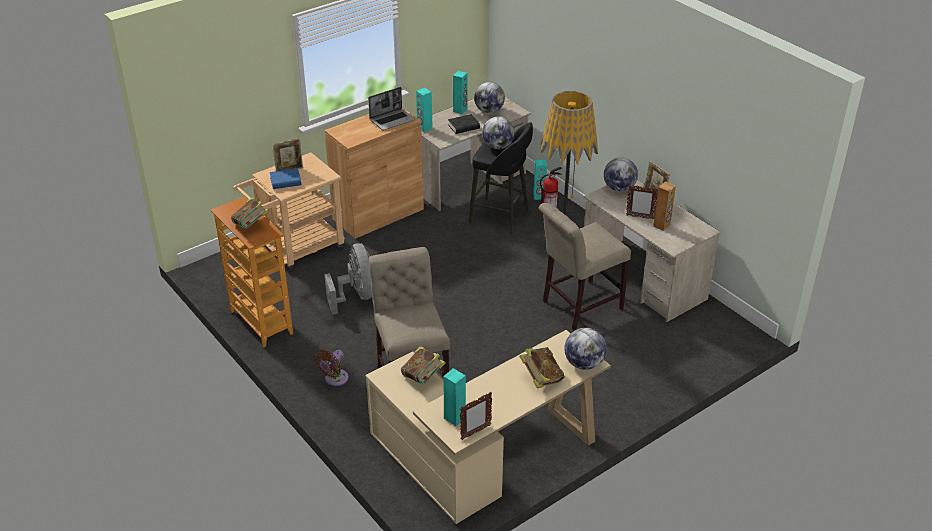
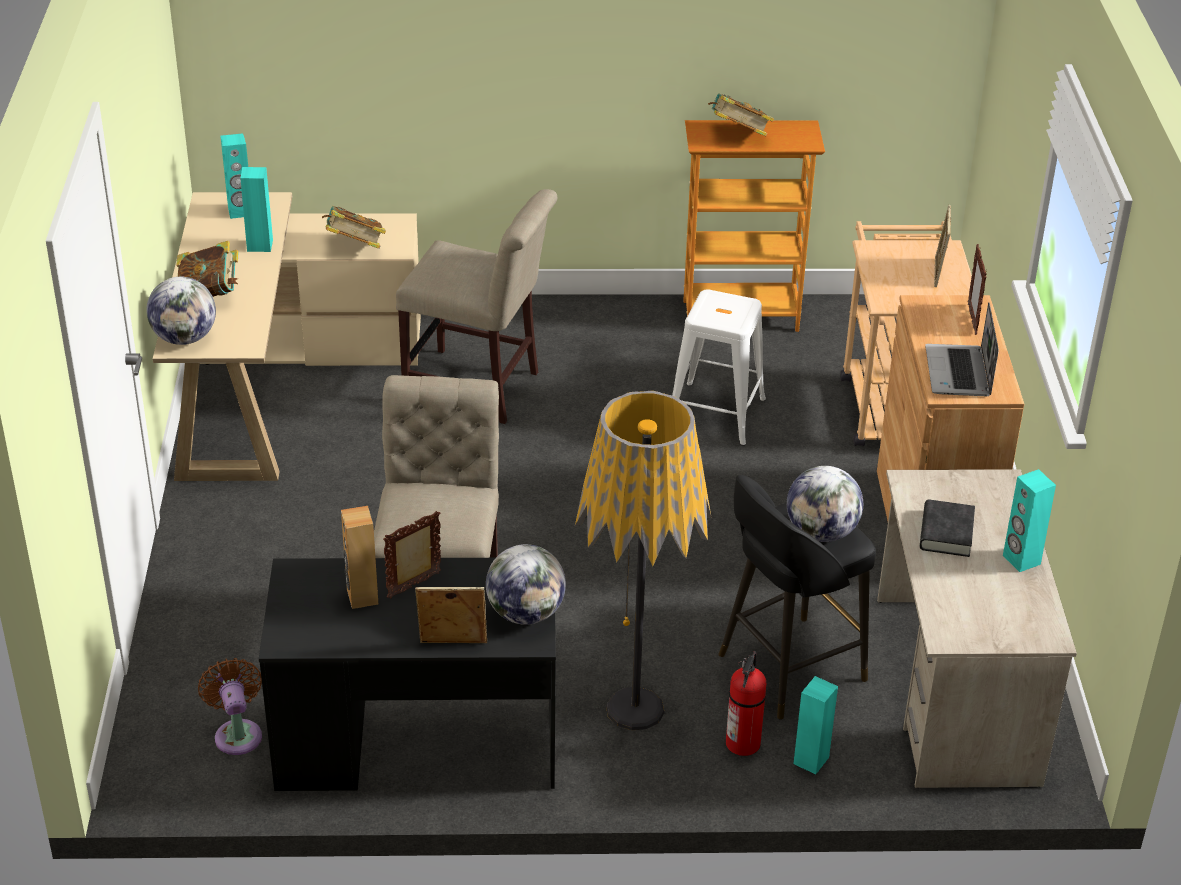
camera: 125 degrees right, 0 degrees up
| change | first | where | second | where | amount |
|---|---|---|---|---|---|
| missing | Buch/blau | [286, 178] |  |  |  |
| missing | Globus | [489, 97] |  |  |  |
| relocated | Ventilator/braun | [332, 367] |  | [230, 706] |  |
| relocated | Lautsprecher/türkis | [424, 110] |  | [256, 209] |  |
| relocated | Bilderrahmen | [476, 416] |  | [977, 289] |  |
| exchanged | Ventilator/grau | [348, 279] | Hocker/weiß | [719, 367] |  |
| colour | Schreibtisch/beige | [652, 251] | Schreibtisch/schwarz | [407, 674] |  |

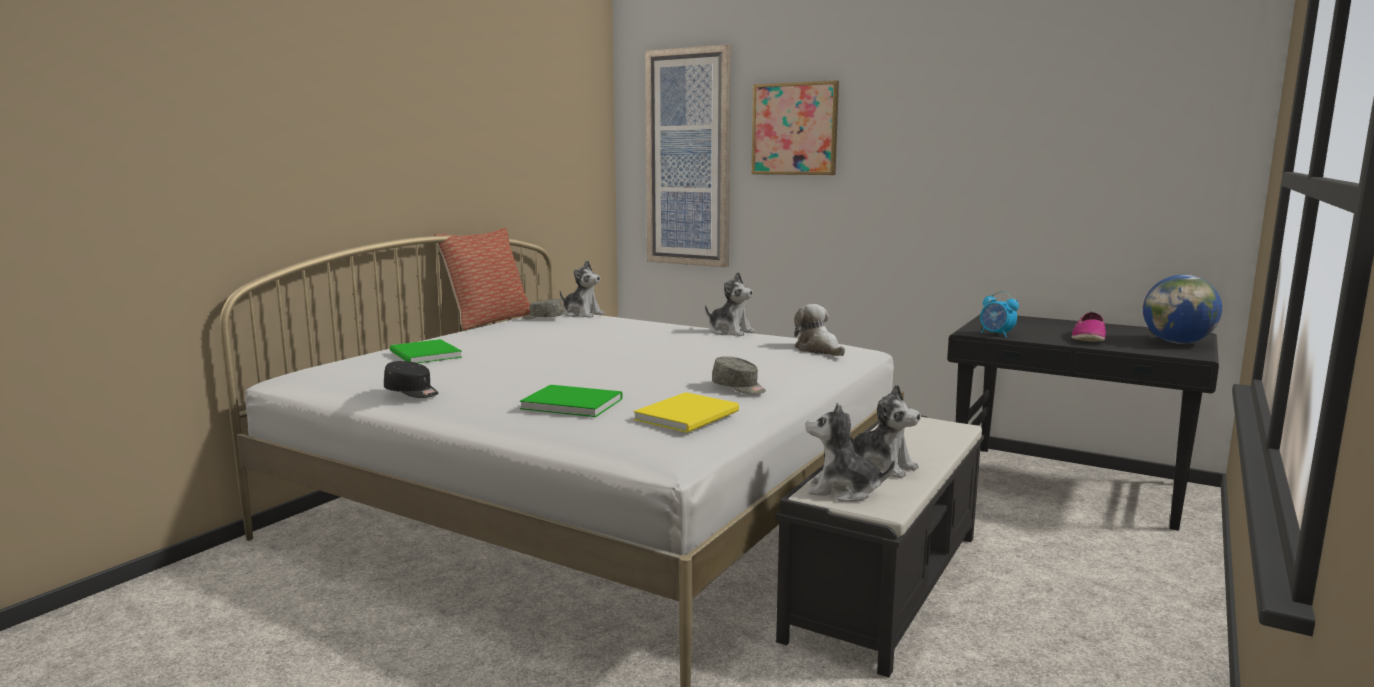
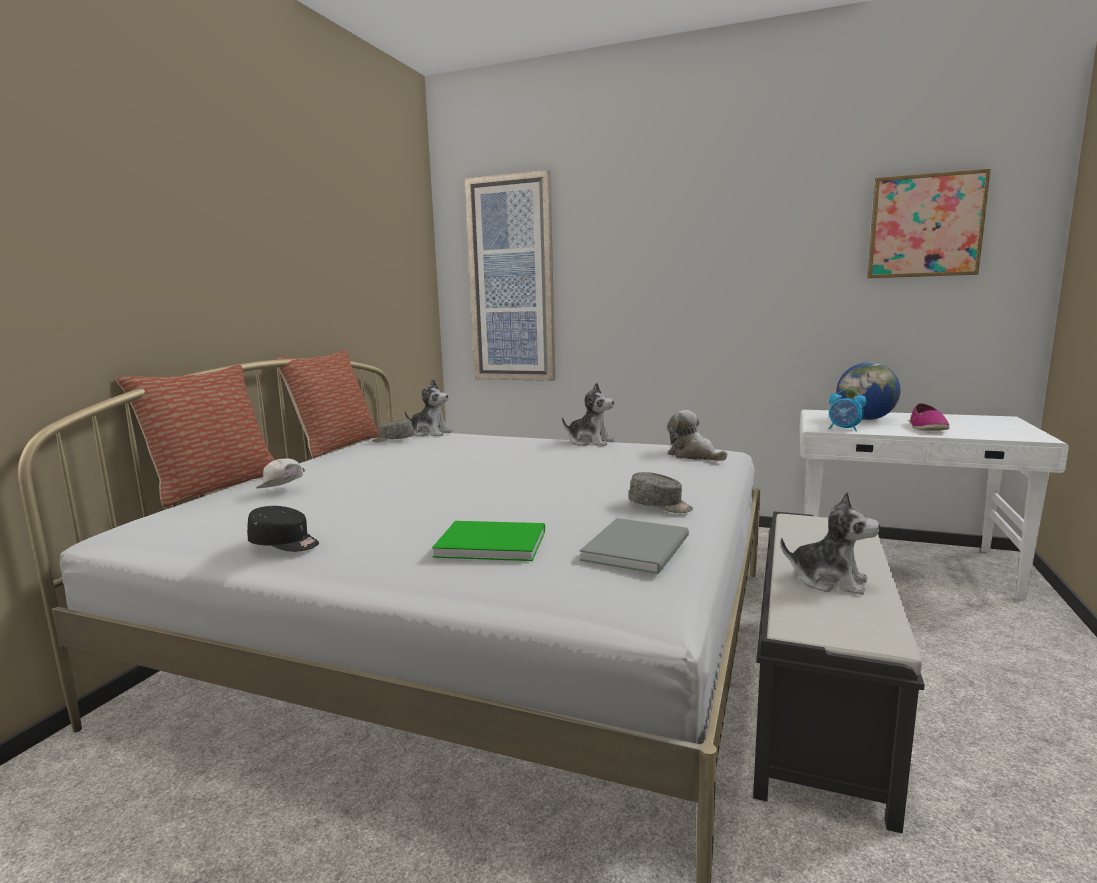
camera: 10 degrees left, 0 degrees up
| change | first | where | second | where | amount |
|---|---|---|---|---|---|
| missing | Plüschtier | [850, 452] |  |  |  |
| appeared |  |  | Kissen | [195, 436] |  |
| relocated | Bild | [795, 127] |  | [929, 223] |  |
| relocated | Globus | [1182, 309] |  | [868, 391] |  |
| exchanged | Buch/grün | [426, 351] | Kappe/weiß | [280, 473] |  |
| colour | Buch/gelb | [686, 412] | Buch/grau | [634, 546] |  |
| colour | Schreibtisch/schwarz | [1083, 423] | Schreibtisch/weiß | [934, 505] |  |

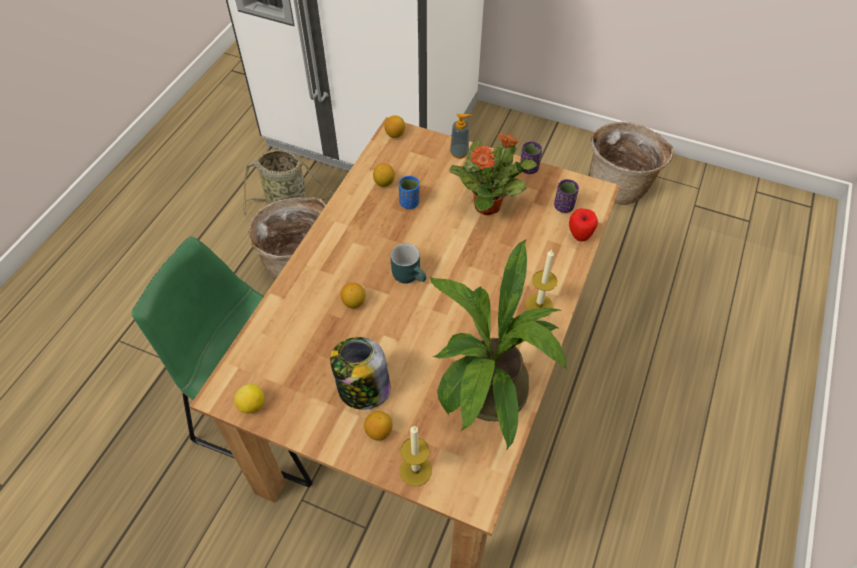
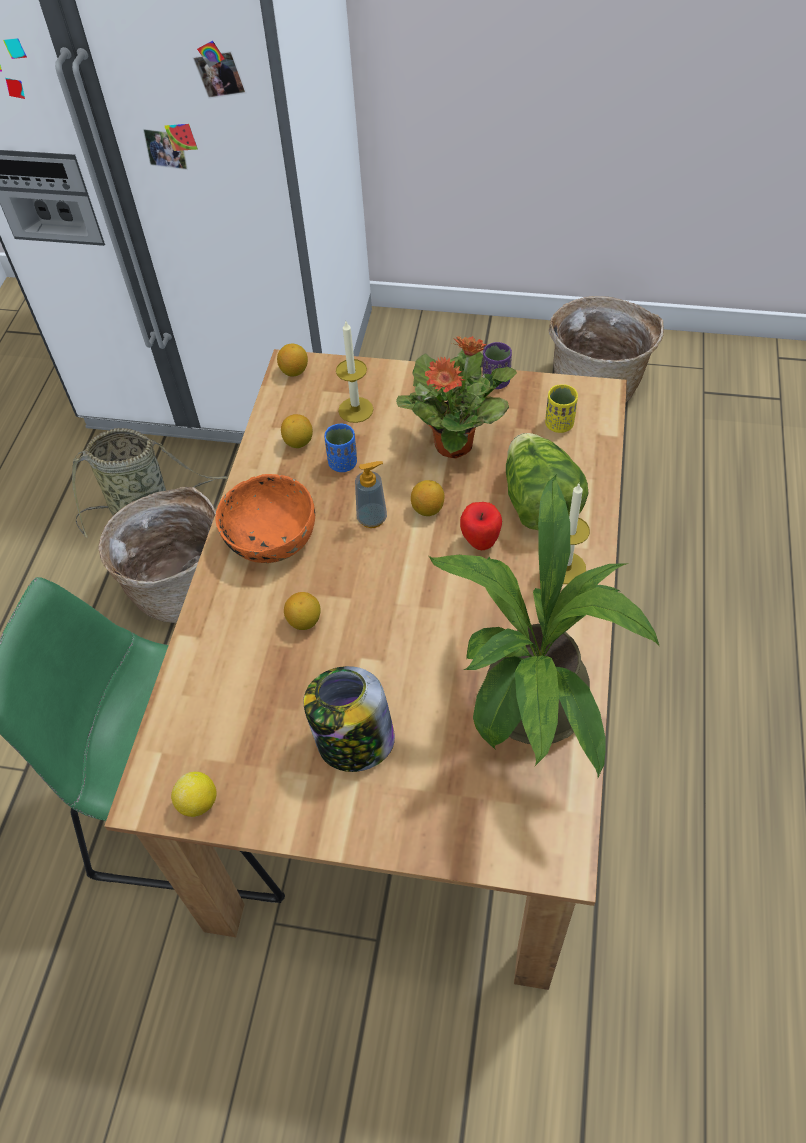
camera: 10 degrees left, 0 degrees up
| change | first | where | second | where | amount |
|---|---|---|---|---|---|
| missing | Henkelbecher/türkis | [408, 263] |  |  |  |
| appeared |  |  | Schüssel/orange | [265, 518] |  |
| appeared |  |  | Salatkopf | [547, 481] |  |
| relocated | Zitrone | [378, 425] |  | [428, 498] |  |
| relocated | Kerze | [416, 456] |  | [354, 372] |  |
| relocated | Seifenspender | [461, 136] |  | [371, 494] |  |
| relocated | Apfel | [583, 224] |  | [481, 526] |  |
| colour | Tasse/lila | [566, 196] | Tasse/gelb | [561, 409] |  |

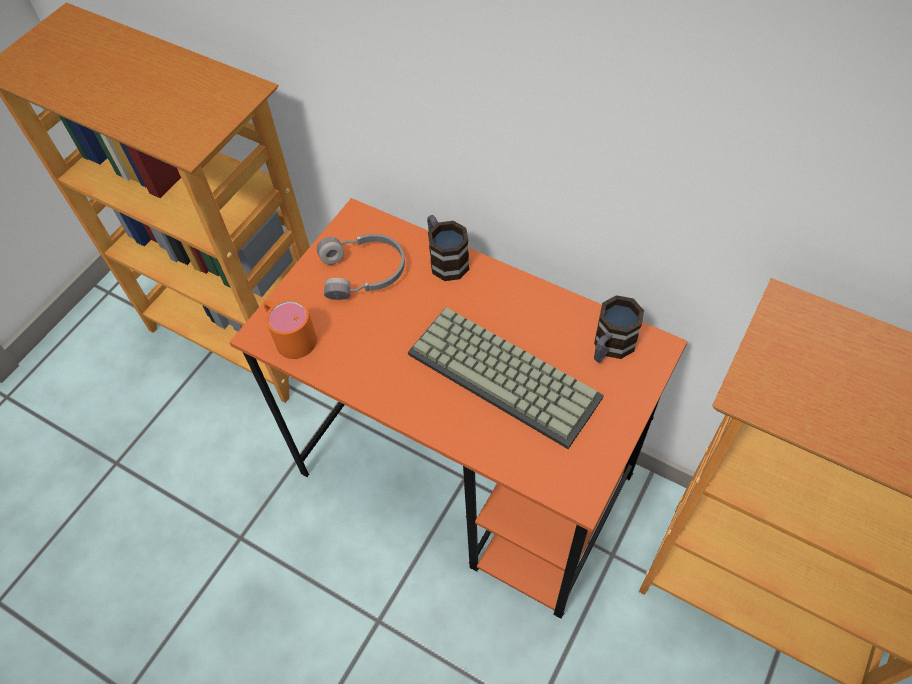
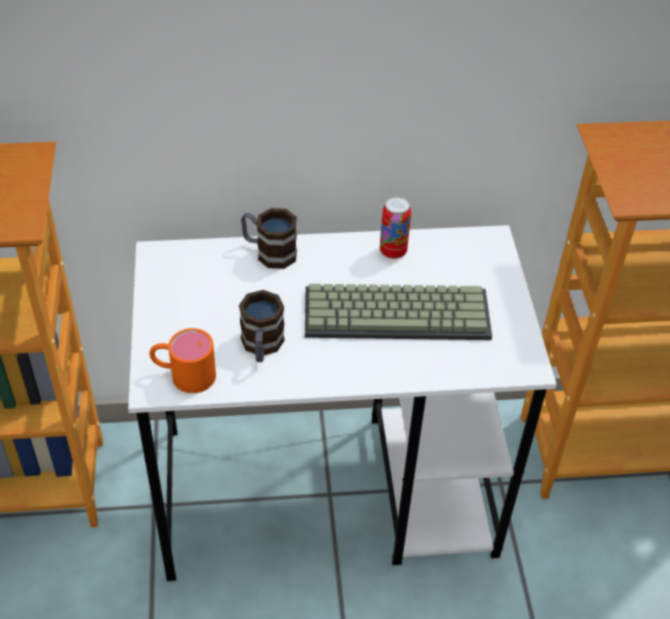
camera: 40 degrees left, 10 degrees down
| change | first | where | second | where | amount |
|---|---|---|---|---|---|
| missing | Kopfhörer/grau | [361, 267] |  |  |  |
| appeared |  |  | Dose | [395, 227] |  |
| relocated | Henkelbecher | [619, 329] |  | [262, 326] |  |
| colour | Schreibtisch/orange | [458, 408] | Schreibtisch/weiß | [342, 403] |  |

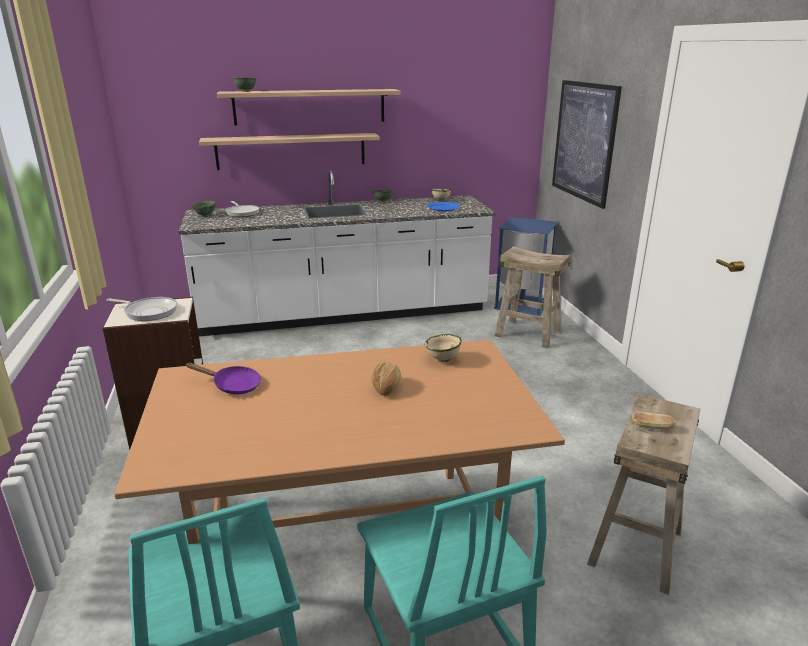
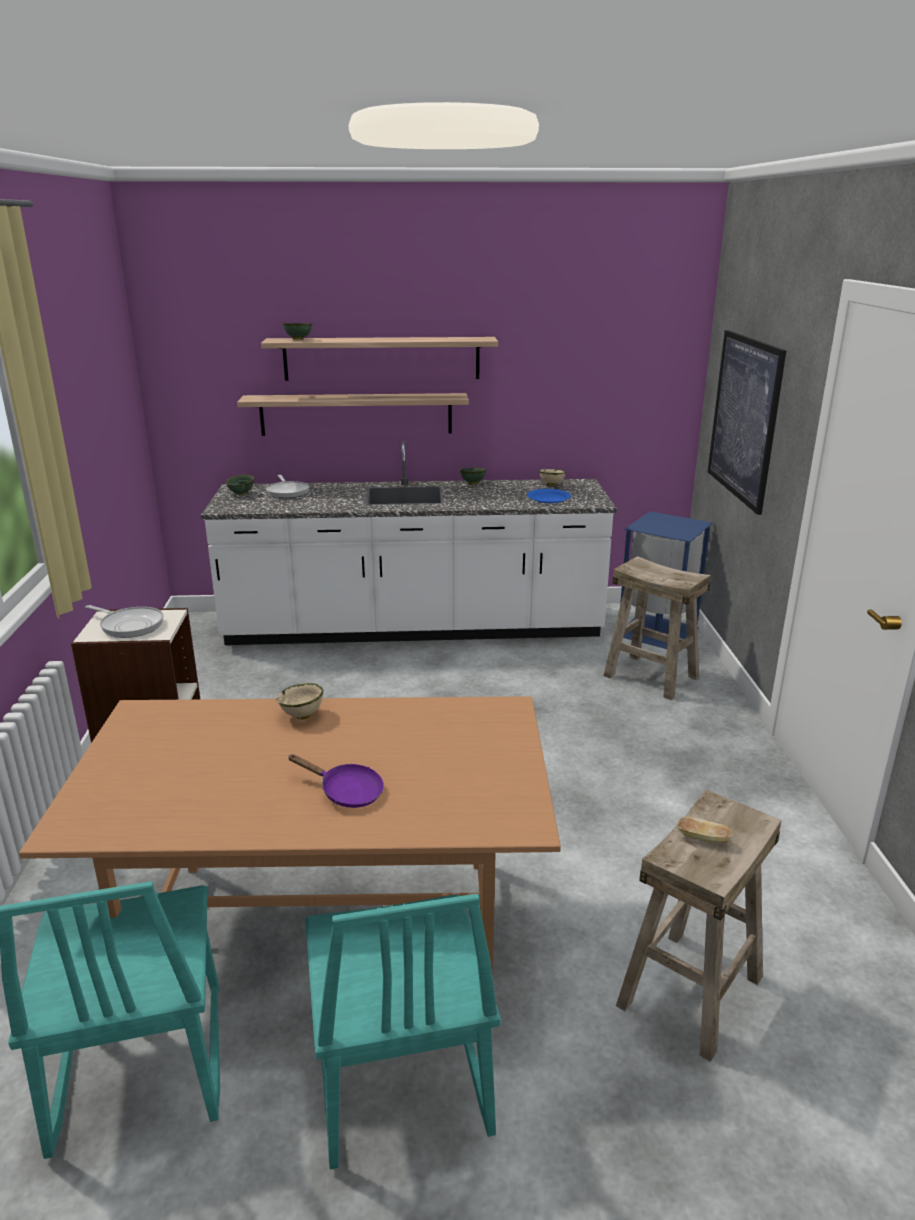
camera: 10 degrees right, 0 degrees up
| change | first | where | second | where | amount |
|---|---|---|---|---|---|
| missing | Brot | [386, 379] |  |  |  |
| relocated | Pfanne/lila | [223, 378] |  | [336, 781] |  |
| relocated | Schüssel/beige | [443, 348] |  | [299, 701] |  |

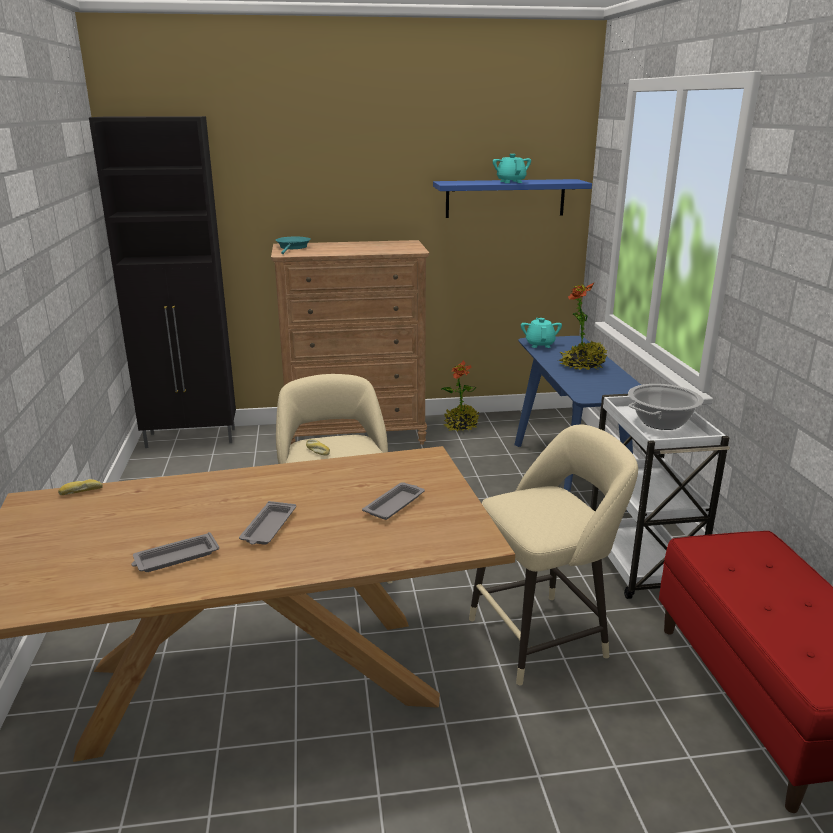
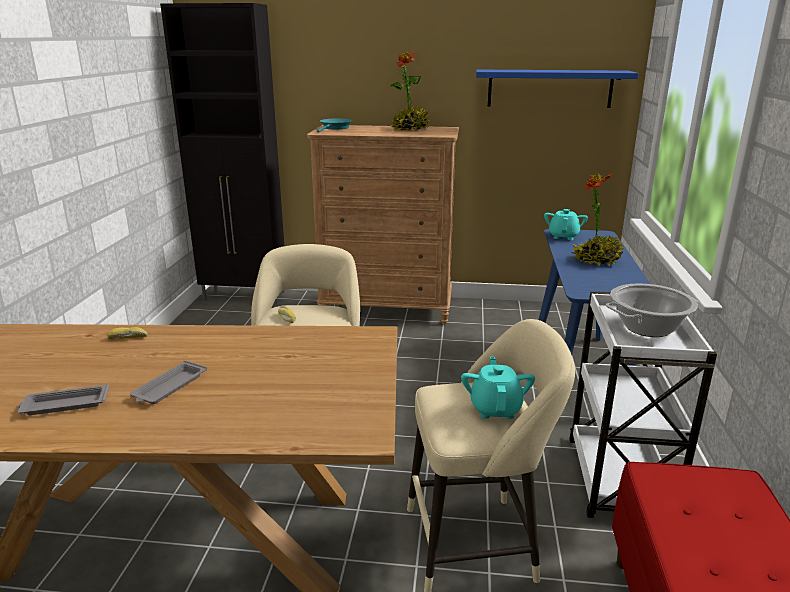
camera: 15 degrees right, 0 degrees up
| change | first | where | second | where | amount |
|---|---|---|---|---|---|
| missing | Tablett/grau | [393, 501] |  |  |  |
| relocated | Brot | [80, 487] |  | [127, 333] |  |
| relocated | Topfpflanze | [460, 396] |  | [409, 90] |  |
| relocated | Teekanne/türkis | [512, 168] |  | [498, 388] |  |

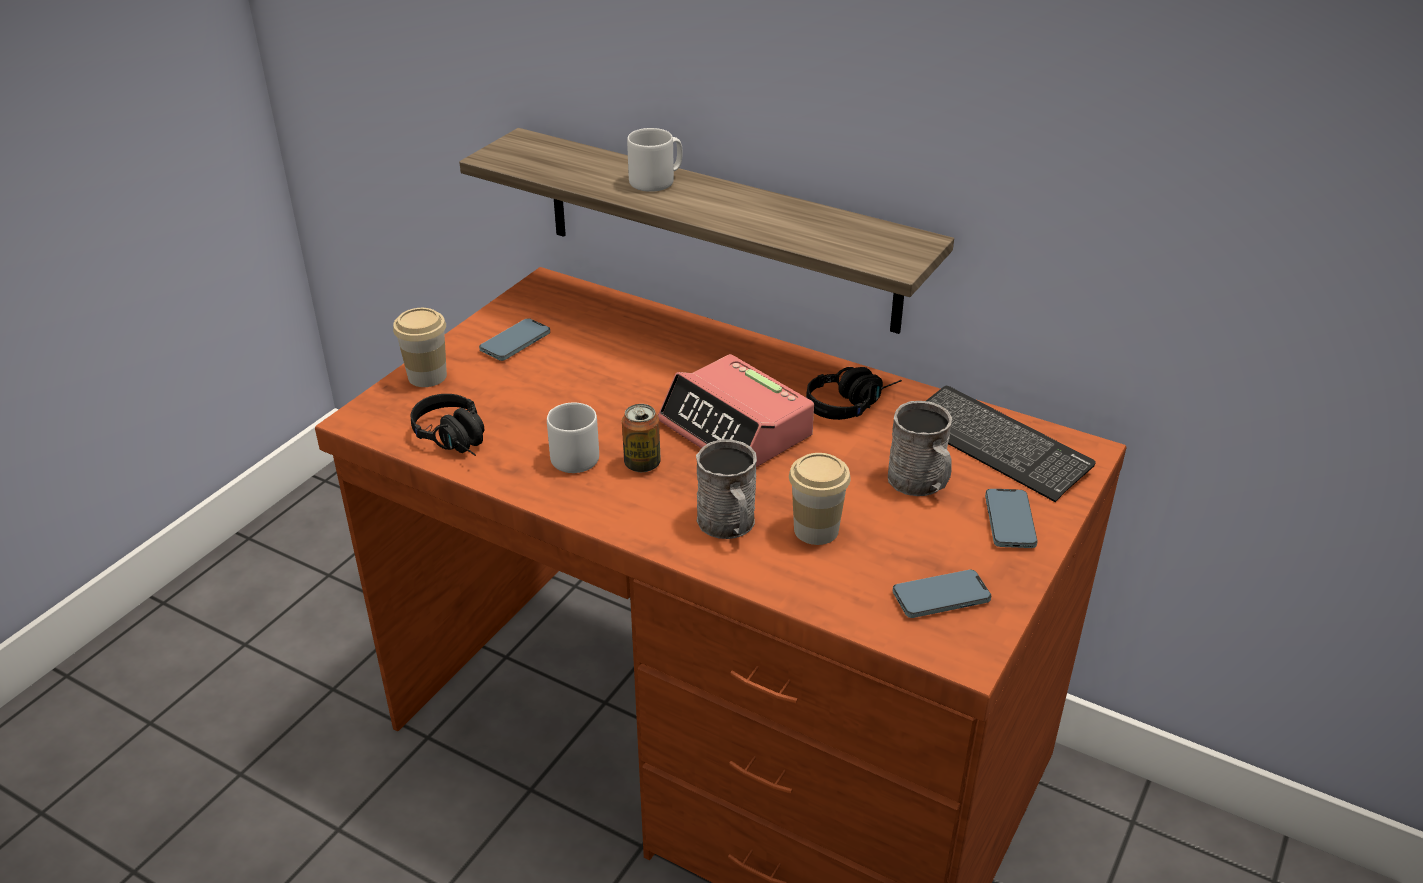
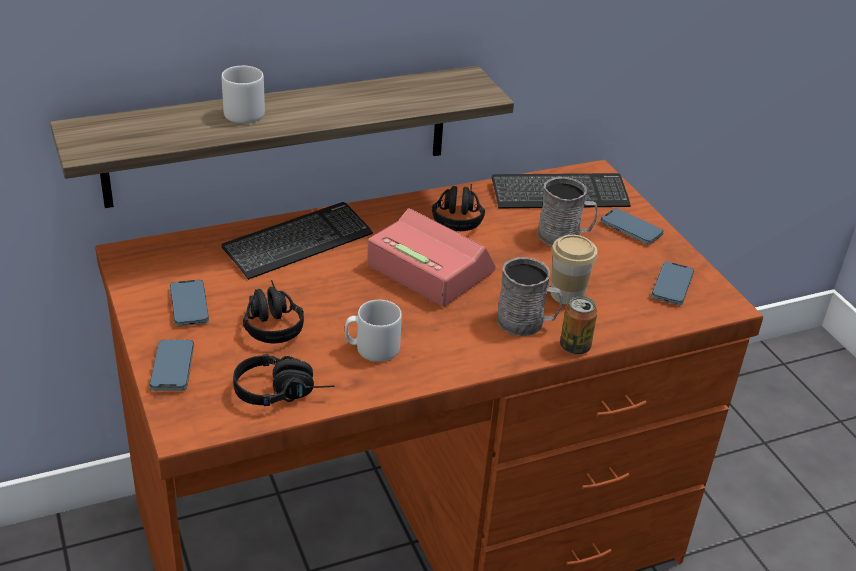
camera: 55 degrees left, 0 degrees up
| change | first | where | second | where | amount |
|---|---|---|---|---|---|
| appeared |  |  | Tastatur | [297, 241] |  |
| appeared |  |  | Kopfhörer/schwarz | [273, 311] |  |
| relocated | Dose | [641, 438] |  | [578, 325] |  |
| exchanged | Tasse | [420, 347] | Handy | [171, 365] |  |
| spun | Wecker | [736, 410] |  | [431, 257] | 135 degrees counterclockwise |

